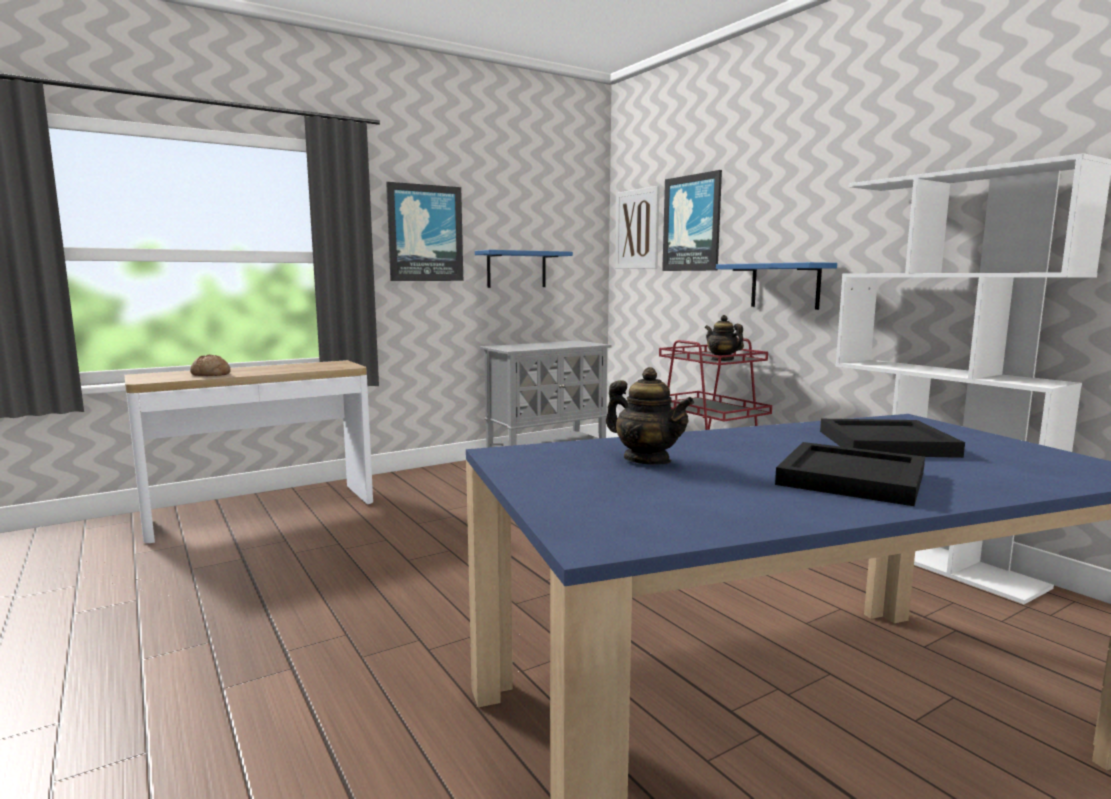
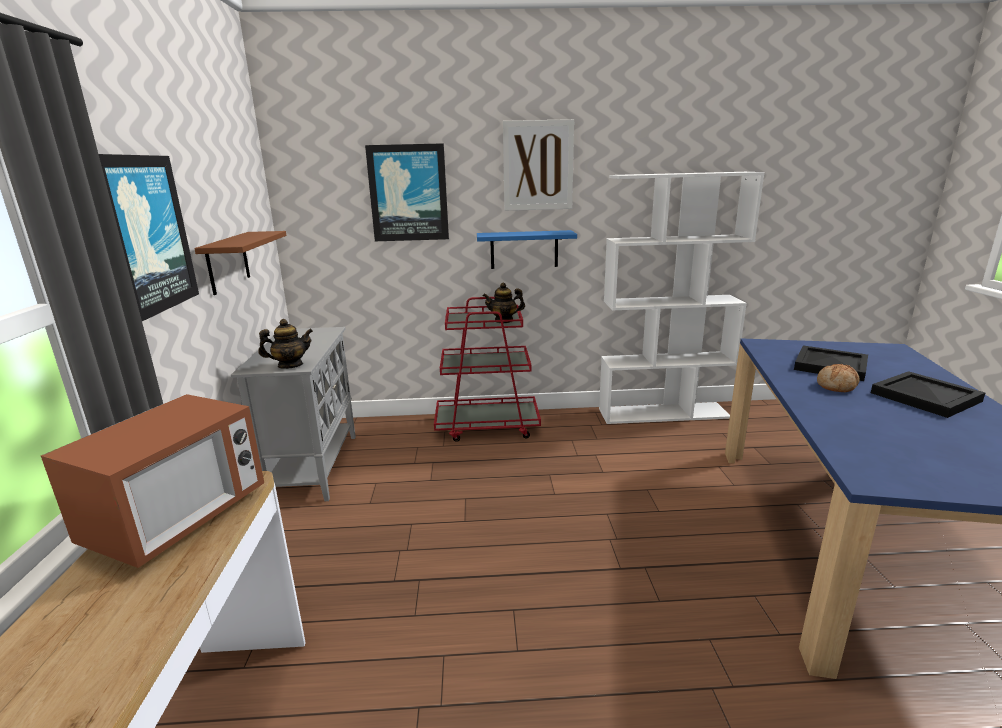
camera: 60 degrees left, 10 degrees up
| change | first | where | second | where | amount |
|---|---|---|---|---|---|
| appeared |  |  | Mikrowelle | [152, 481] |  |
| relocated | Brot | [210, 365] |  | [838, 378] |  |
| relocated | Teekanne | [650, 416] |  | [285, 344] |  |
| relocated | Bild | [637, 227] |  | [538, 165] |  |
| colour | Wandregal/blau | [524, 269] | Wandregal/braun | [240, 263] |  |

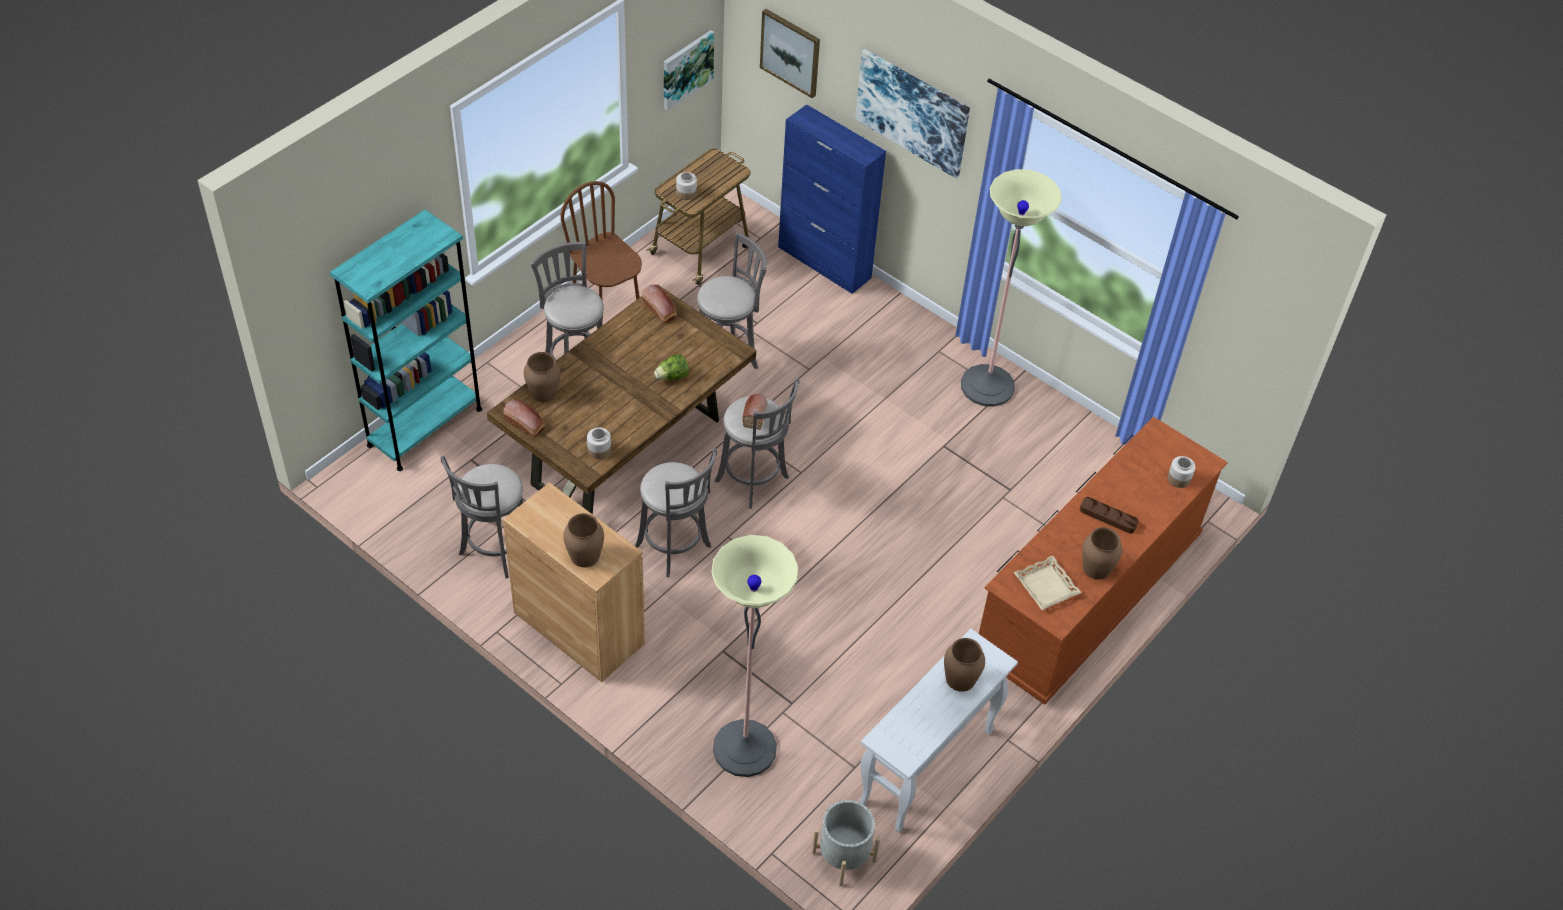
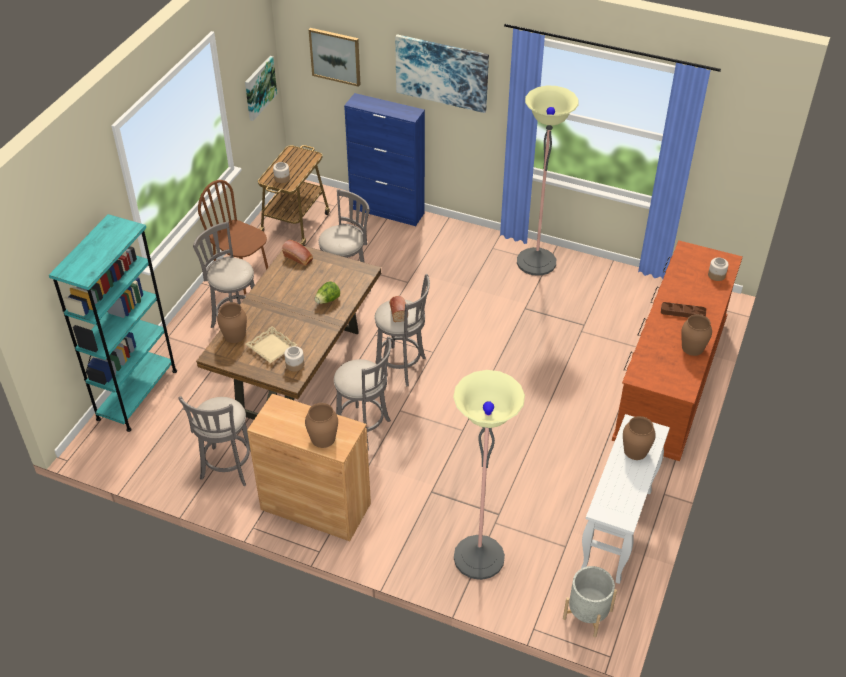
camera: 15 degrees left, 5 degrees down
| change | first | where | second | where | amount |
|---|---|---|---|---|---|
| missing | Brot | [525, 418] |  |  |  |
| relocated | Tablett/beige | [1048, 583] |  | [271, 344] |  |

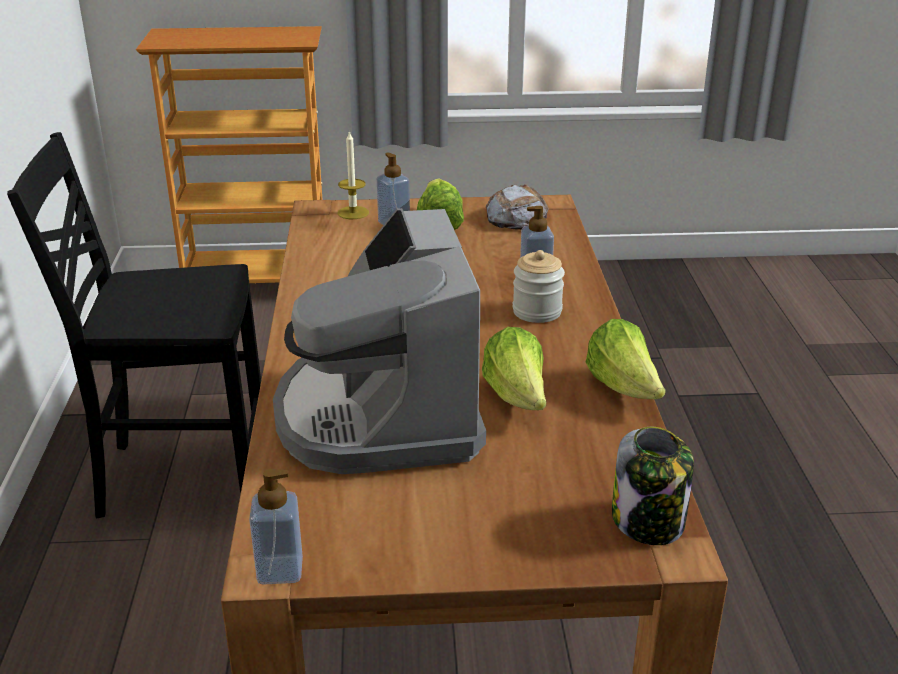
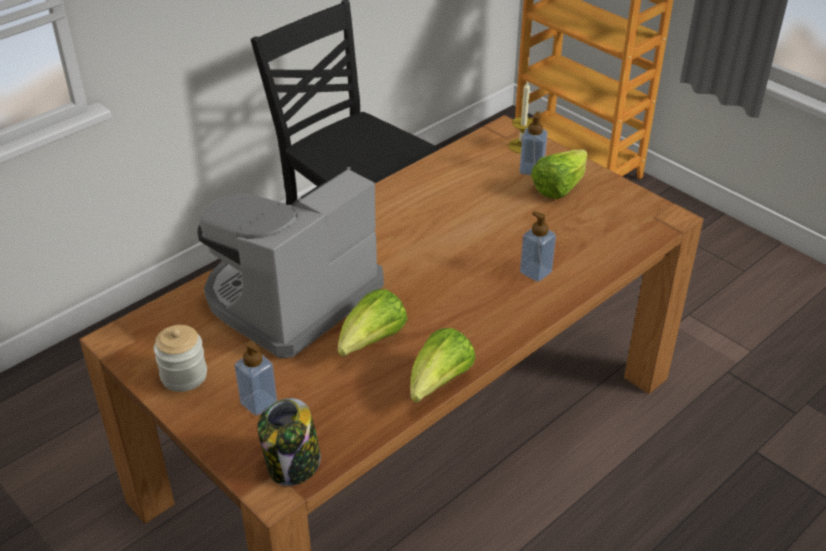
camera: 50 degrees right, 10 degrees up
| change | first | where | second | where | amount |
|---|---|---|---|---|---|
| missing | Brot | [517, 207] |  |  |  |
| relocated | Seifenspender | [276, 527] |  | [255, 378] |  |
| relocated | Vorratsglas | [539, 286] |  | [180, 358] |  |

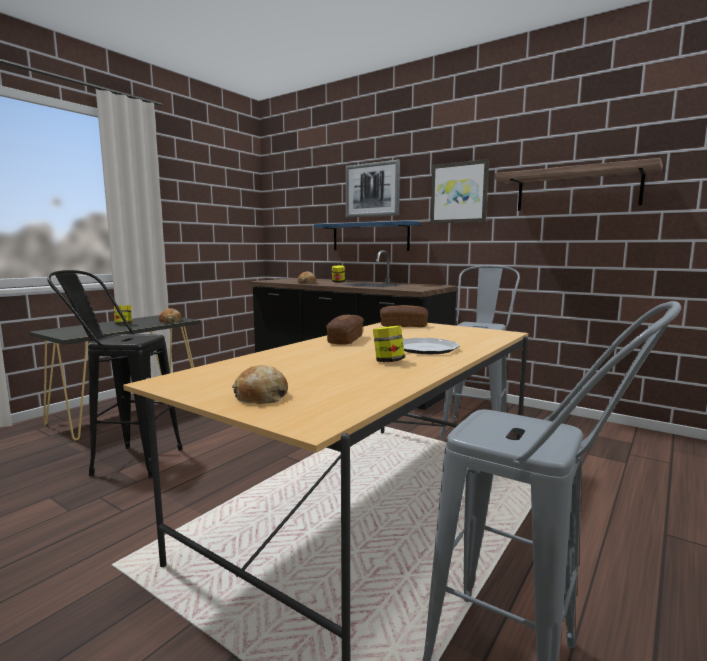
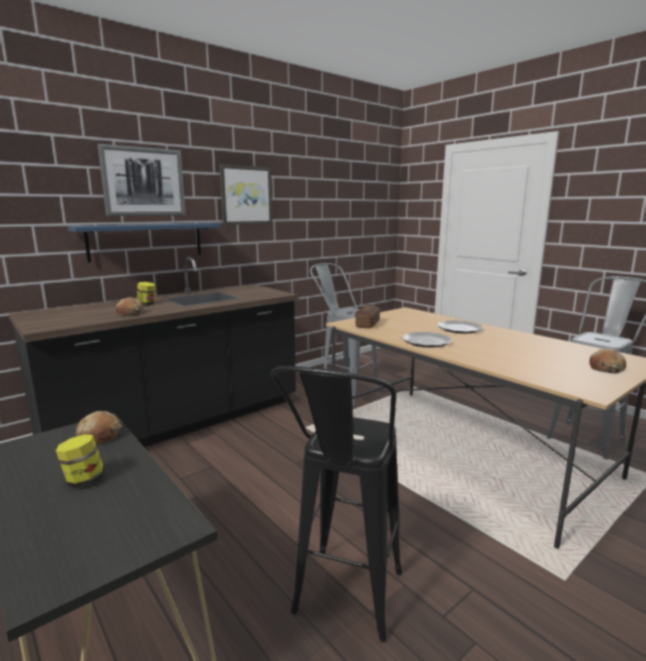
camera: 75 degrees left, 5 degrees up
| change | first | where | second | where | amount |
|---|---|---|---|---|---|
| missing | Vorratsglas | [389, 344] |  |  |  |
| missing | Wandregal | [579, 184] |  |  |  |
| exchanged | Brot | [345, 329] | Teller | [427, 339] |  |

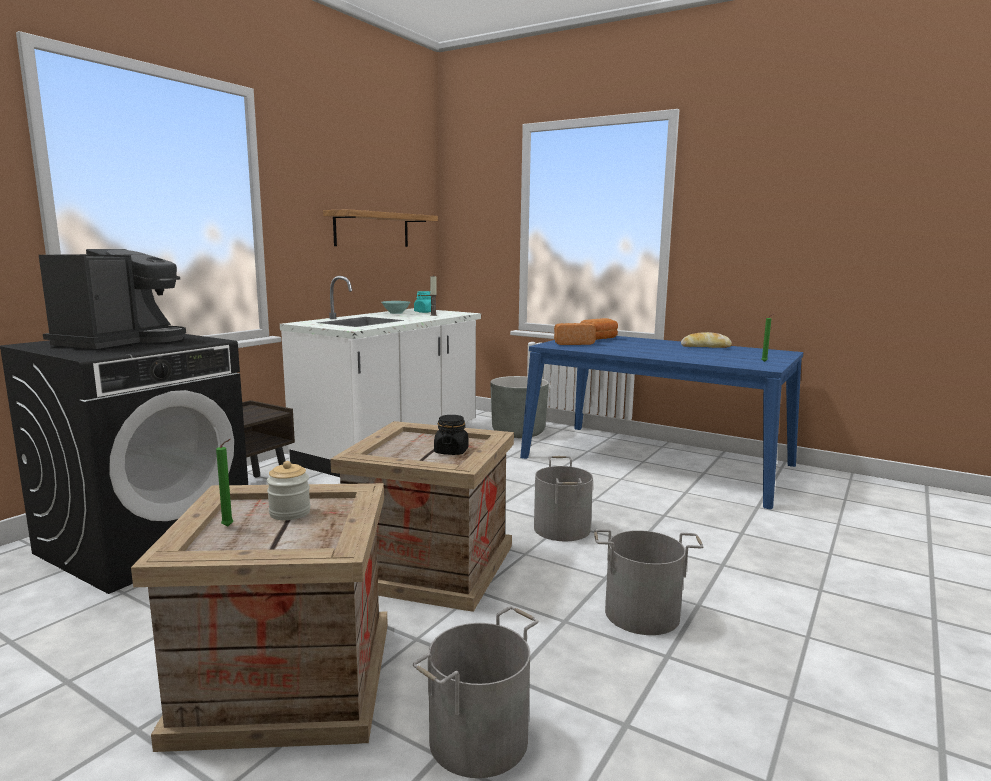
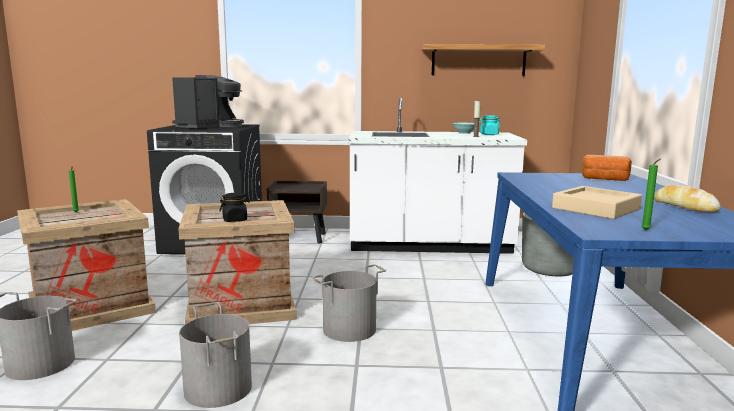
camera: 60 degrees right, 0 degrees up
| change | first | where | second | where | amount |
|---|---|---|---|---|---|
| missing | Vorratsglas | [289, 490] |  |  |  |
| missing | Brot | [575, 334] |  |  |  |
| appeared |  |  | Tablett/beige | [597, 202] |  |
| spun | Kaffeemaschine | [112, 299] |  | [208, 101] | 45 degrees counterclockwise |

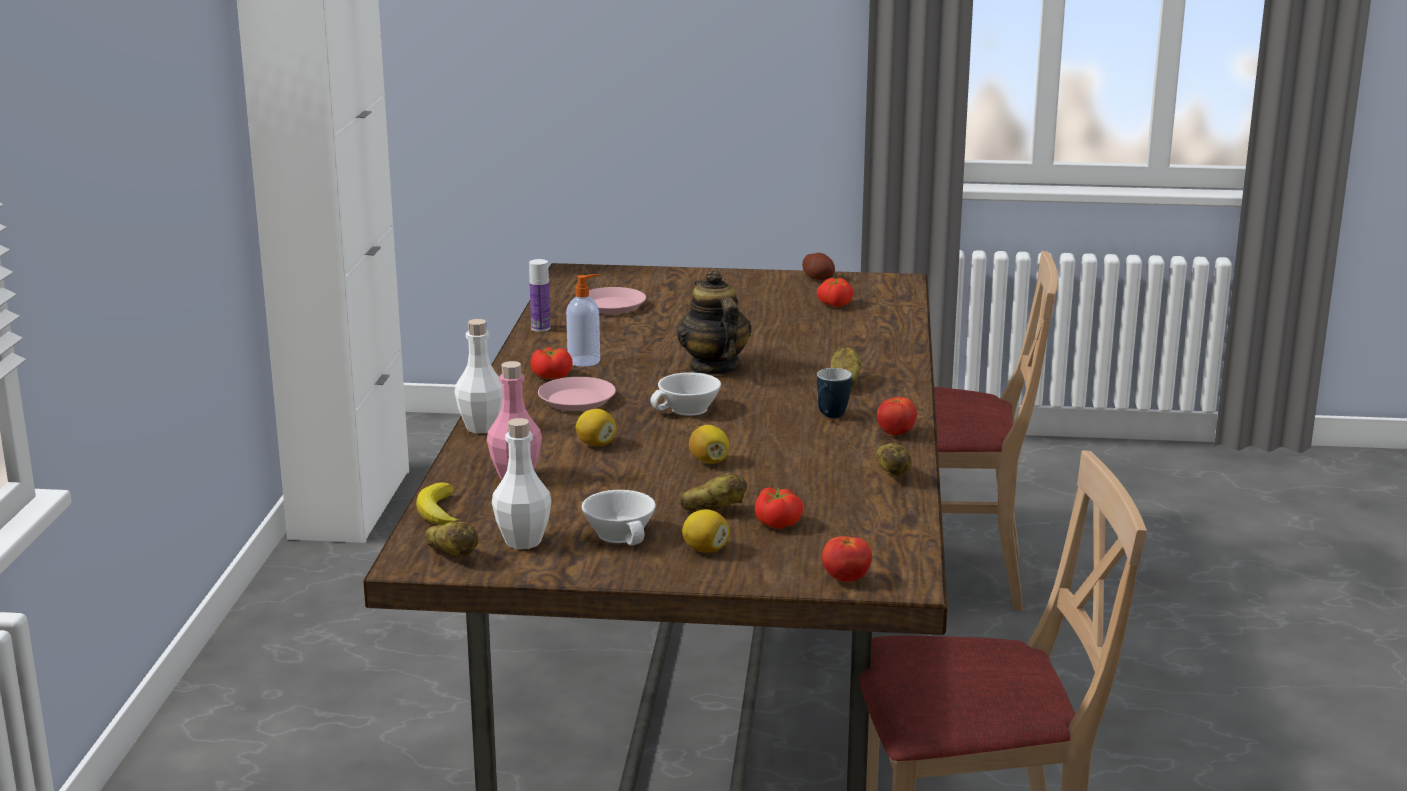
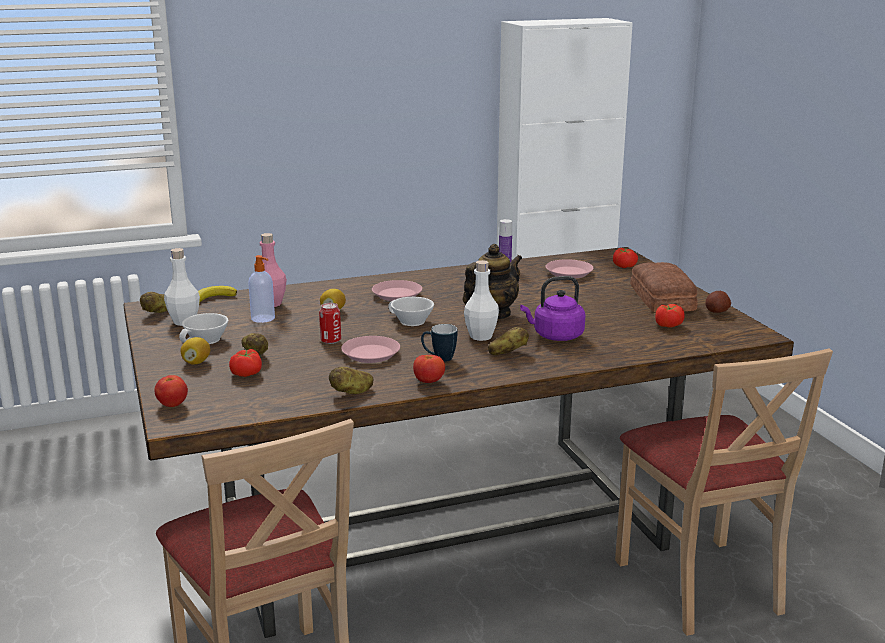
camera: 65 degrees right, 0 degrees up
| change | first | where | second | where | amount |
|---|---|---|---|---|---|
| appeared |  |  | Teller/rosa | [370, 349] |  |
| appeared |  |  | Wasserkessel/lila | [552, 308] |  |
| appeared |  |  | Brot | [664, 287] |  |
| relocated | Flasche/weiß | [478, 376] |  | [481, 300] |  |
| relocated | Tomate | [551, 363] |  | [625, 258] |  |
| relocated | Seifenspender | [583, 320] |  | [261, 289] |  |
| exchanged | Zitrone | [709, 444] | Dose | [330, 323] |  |

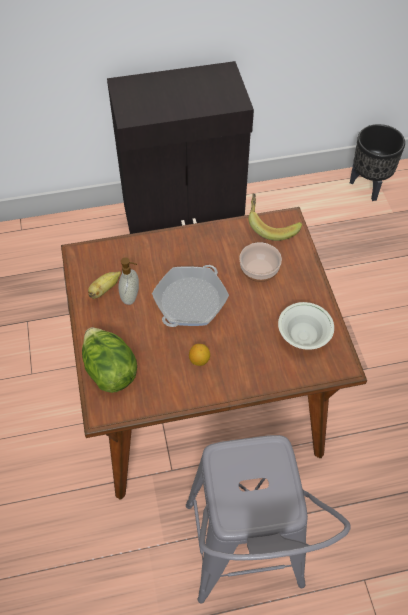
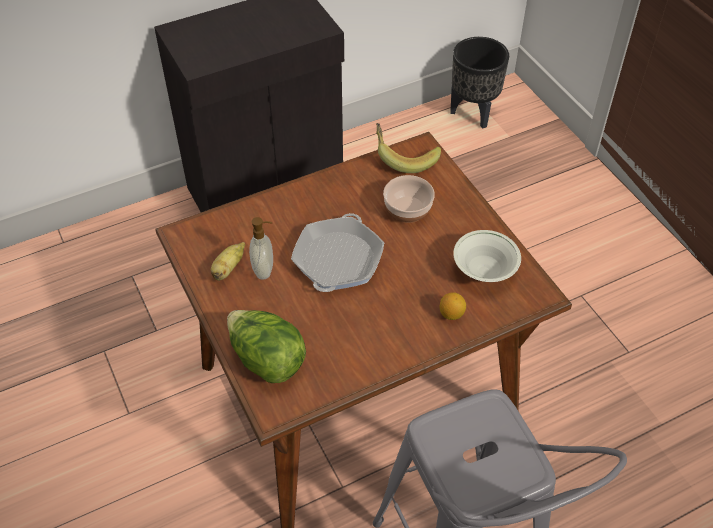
camera: 15 degrees left, 5 degrees down
| change | first | where | second | where | amount |
|---|---|---|---|---|---|
| relocated | Zitrone | [199, 355] |  | [453, 306] |  |

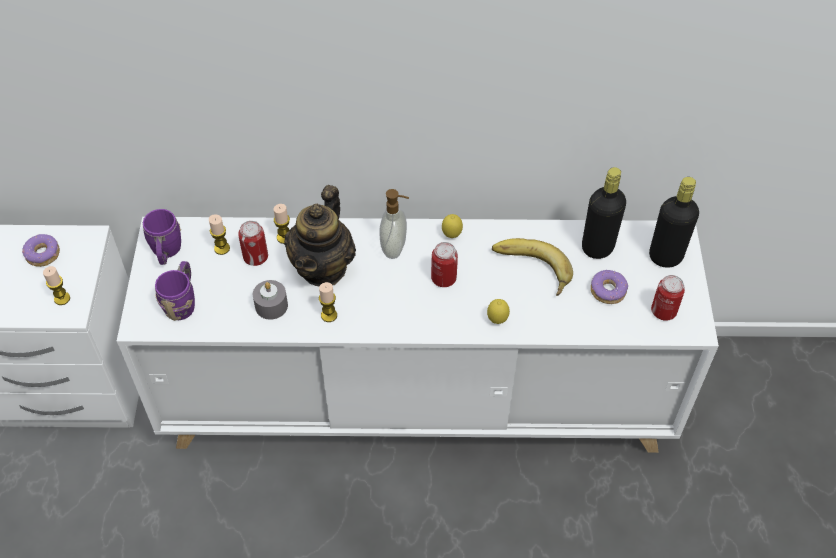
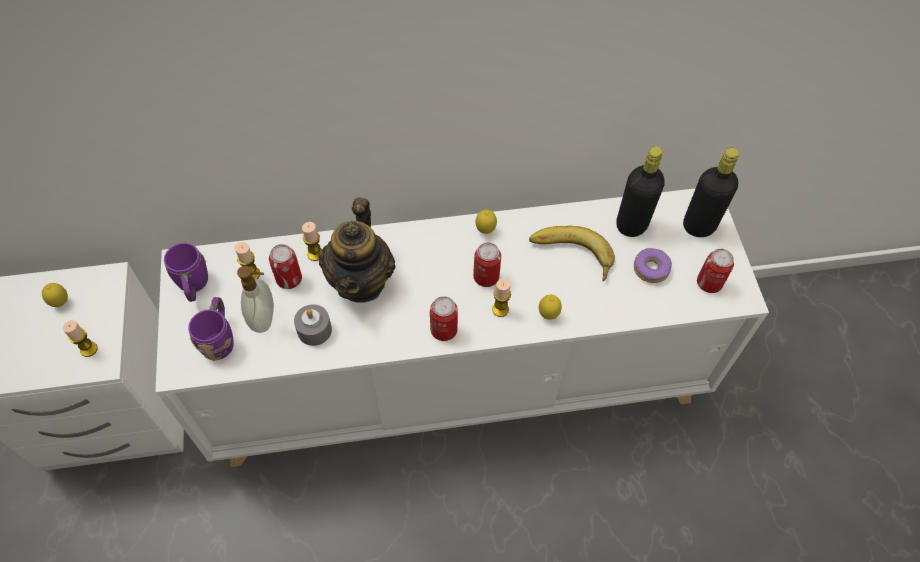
camera: 10 degrees left, 5 degrees up
| change | first | where | second | where | amount |
|---|---|---|---|---|---|
| appeared |  |  | Dose | [444, 318] |  |
| relocated | Kerze | [328, 302] |  | [501, 298] |  |
| relocated | Seifenspender | [394, 224] |  | [255, 299] |  |
| exchanged | Donut | [41, 250] | Zitrone | [55, 295] |  |

